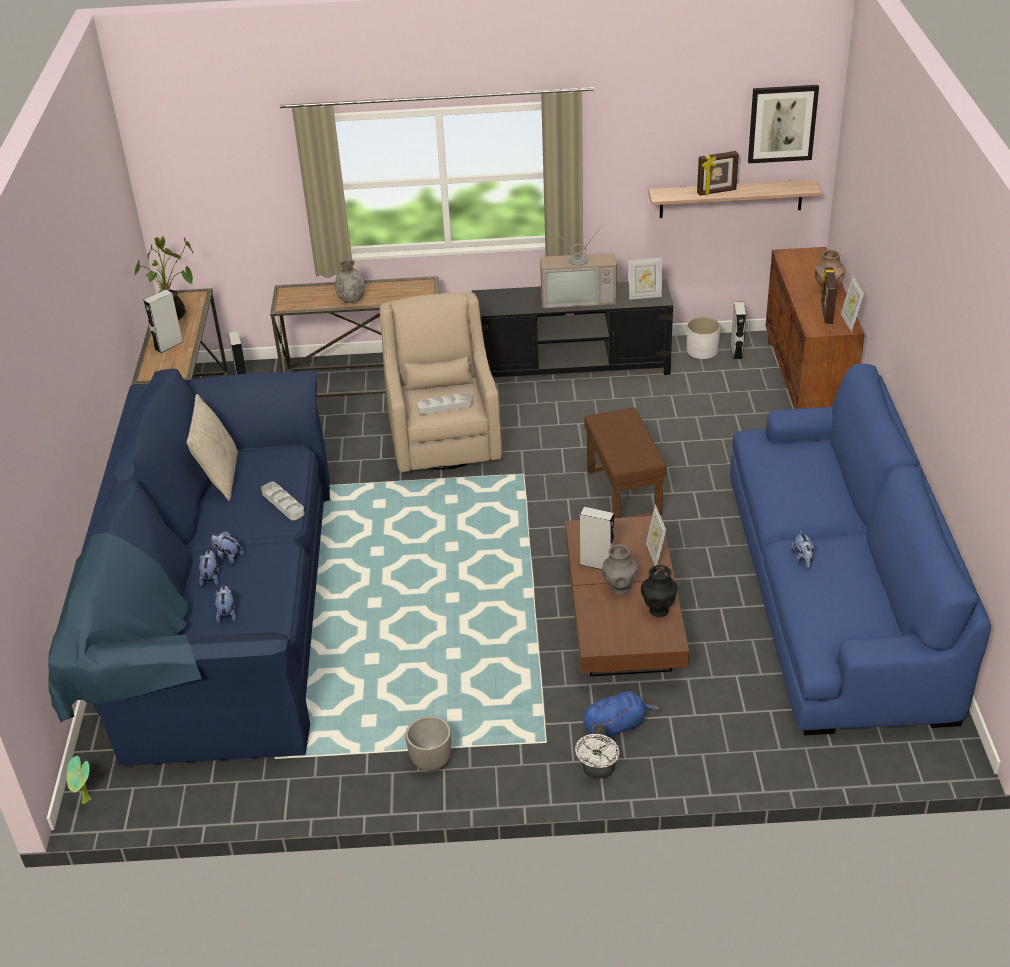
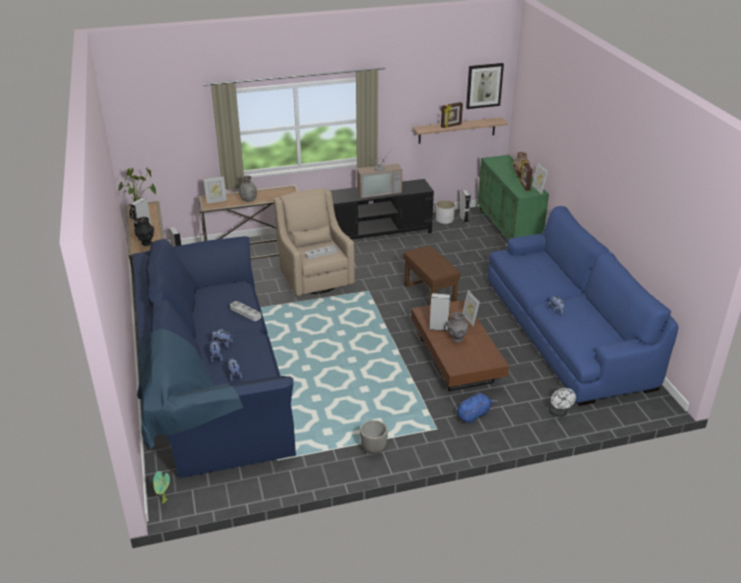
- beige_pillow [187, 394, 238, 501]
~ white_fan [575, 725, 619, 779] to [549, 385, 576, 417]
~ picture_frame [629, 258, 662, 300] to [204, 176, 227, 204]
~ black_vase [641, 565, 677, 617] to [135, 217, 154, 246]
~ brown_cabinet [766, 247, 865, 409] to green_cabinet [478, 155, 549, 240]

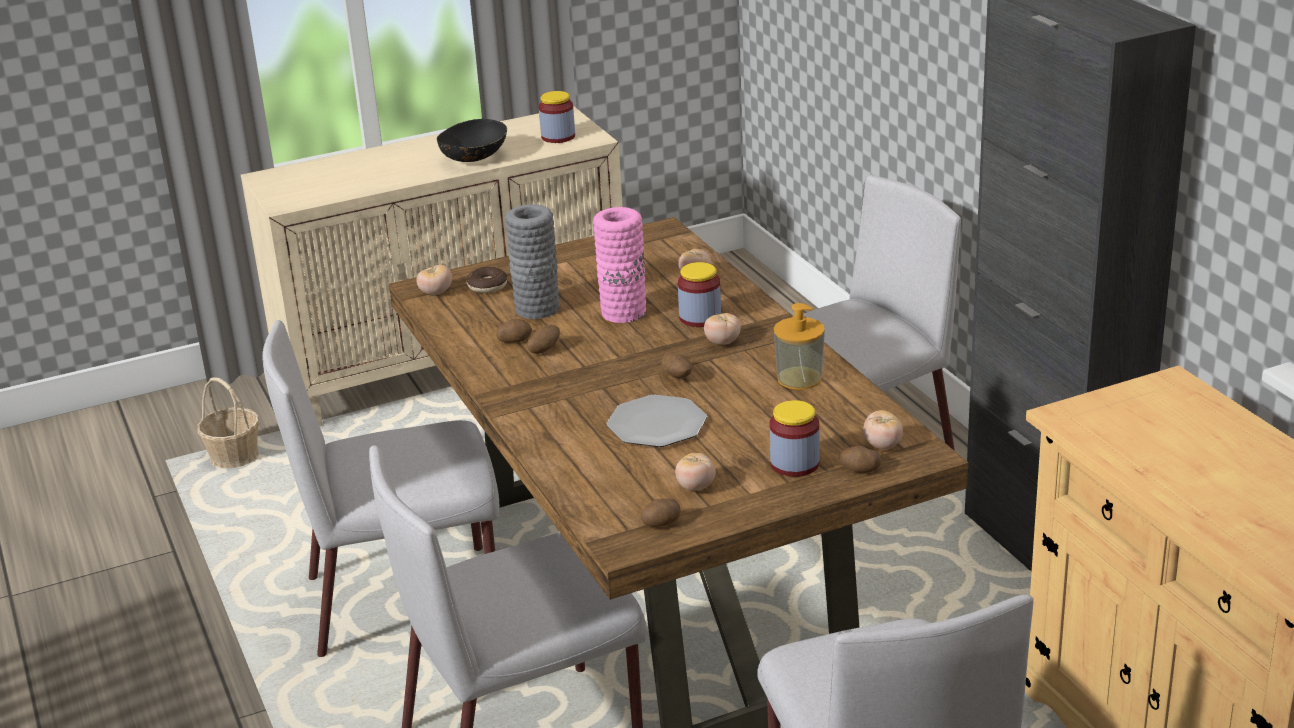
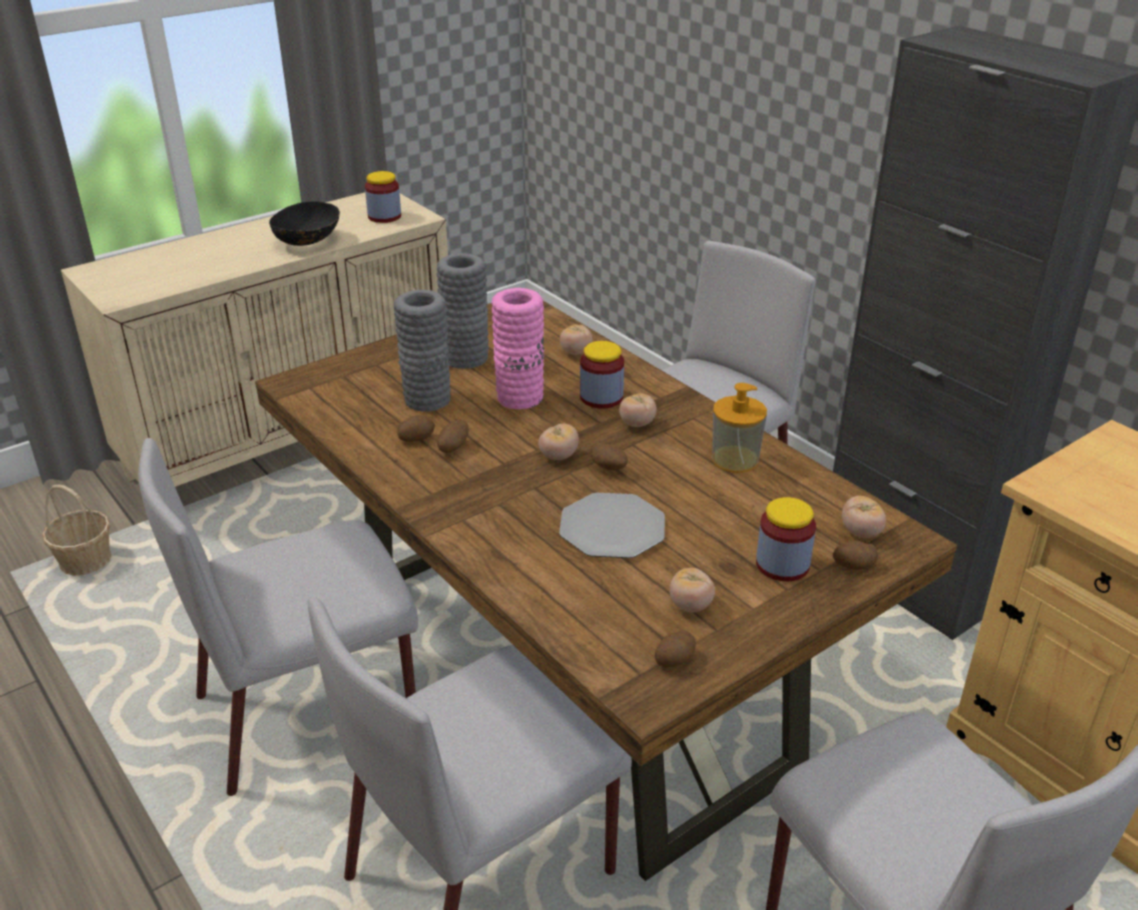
~ tomato [416, 265, 452, 295] to [539, 424, 579, 460]
- donut [467, 267, 507, 293]
+ grey_vase [436, 253, 489, 369]

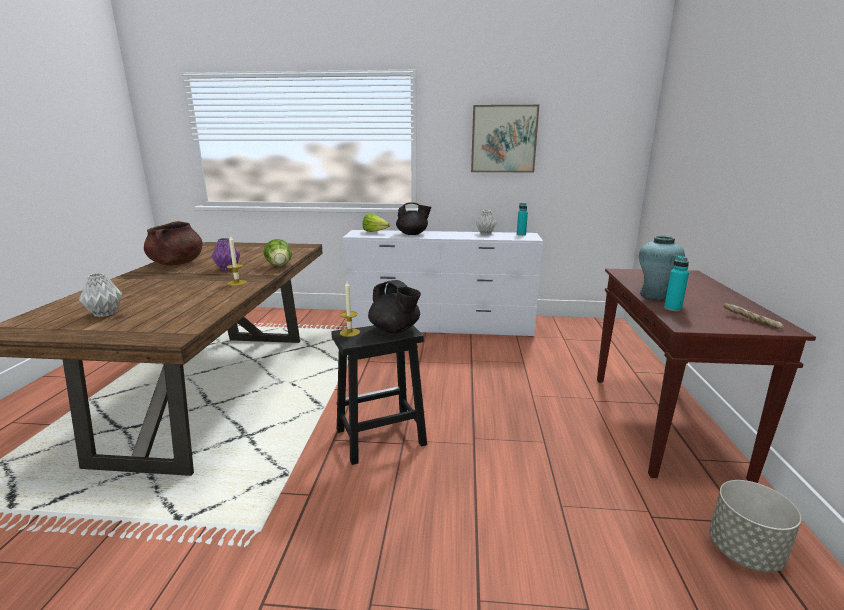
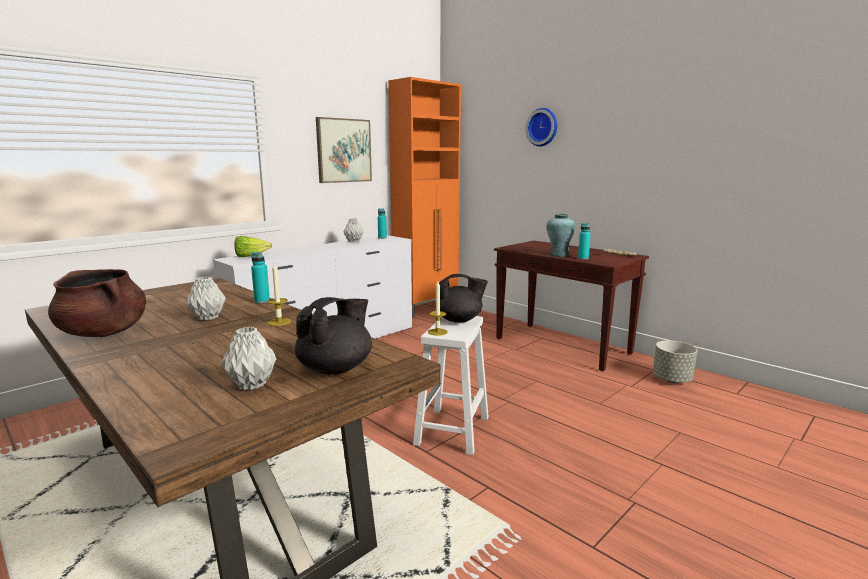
~ purple_vase [211, 238, 240, 270] to grey_vase [186, 277, 226, 320]
~ lettuce [264, 239, 292, 266] to turquoise_bottle [251, 252, 270, 303]
~ black_stool [331, 325, 427, 465] to white_stool [413, 316, 489, 455]
~ black_teapot [396, 202, 431, 235] to [295, 297, 372, 374]
+ orange_cabinet [388, 77, 461, 318]
+ wall_clock [525, 108, 557, 147]

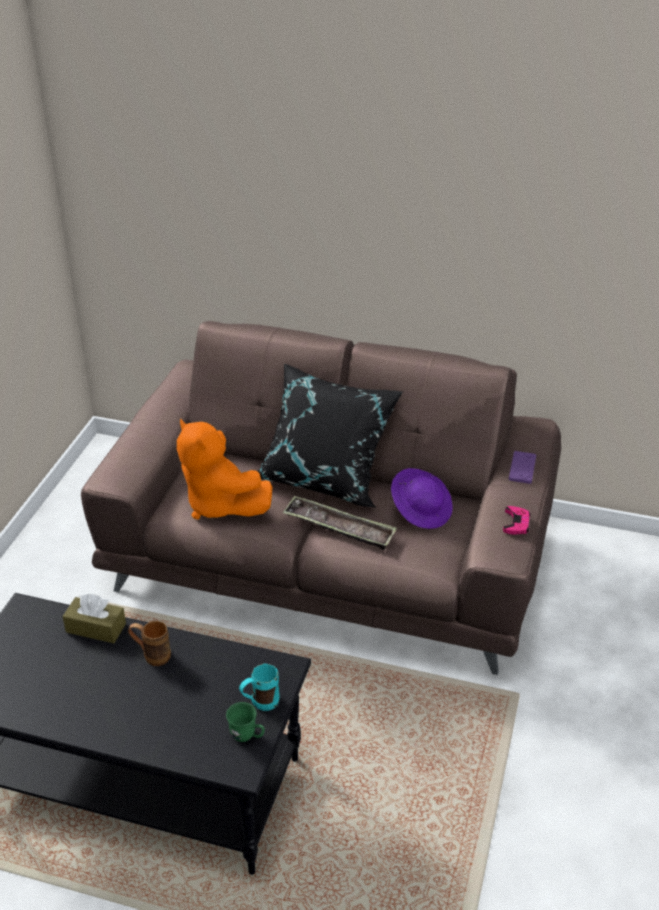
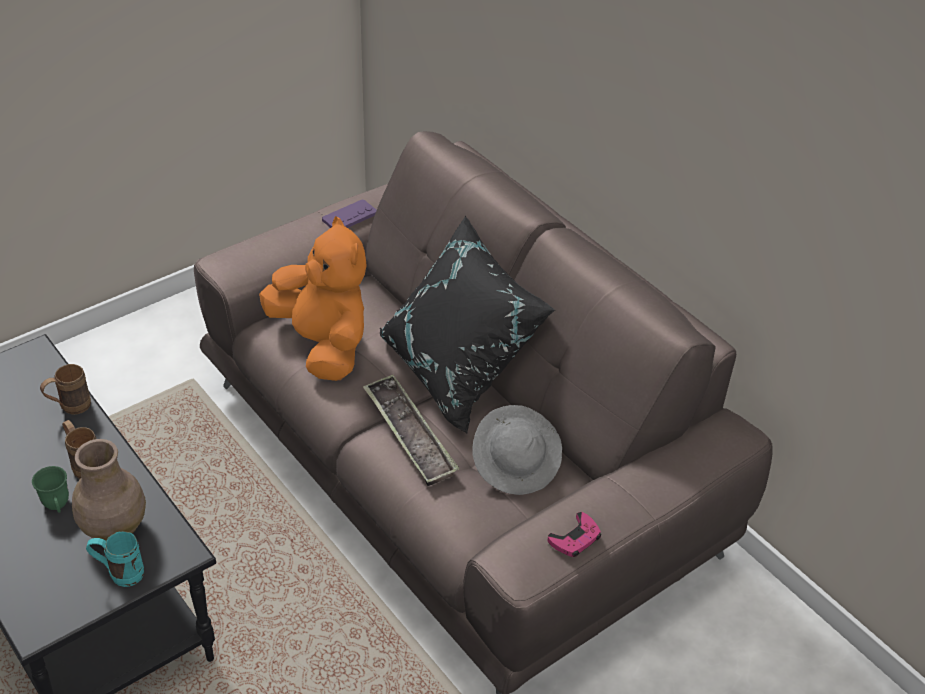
~ brown_tissue_box [62, 594, 126, 643] to brown_mug [40, 364, 91, 414]
~ orange_plush_toy [177, 418, 272, 520] = [259, 216, 367, 381] 150 degrees clockwise
~ green_mug [226, 702, 265, 742] to [32, 466, 69, 513]
~ purple_hat [391, 468, 453, 529] to grey_hat [473, 405, 562, 495]
~ purple_game_controller [509, 451, 536, 484] to [322, 200, 377, 228]
+ brown_vase [72, 439, 146, 541]

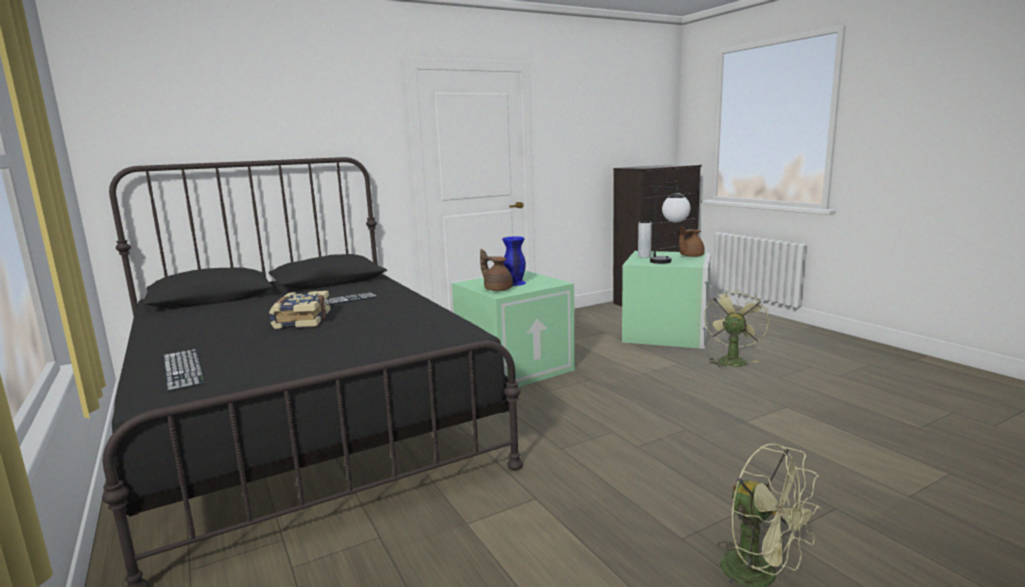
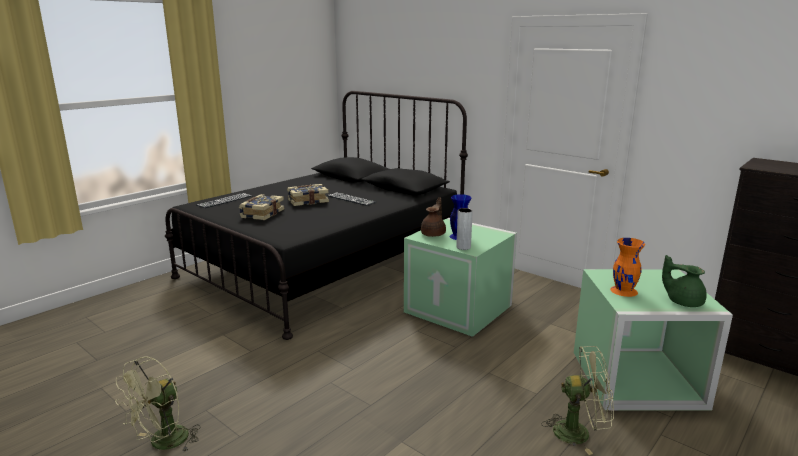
~ grey_vase [638, 221, 652, 258] to [456, 208, 473, 250]
~ table_lamp [649, 186, 690, 264] to orange_vase [610, 238, 645, 297]
~ brown_teapot [679, 226, 705, 257] to green_teapot [662, 255, 707, 307]
+ book [239, 194, 284, 220]

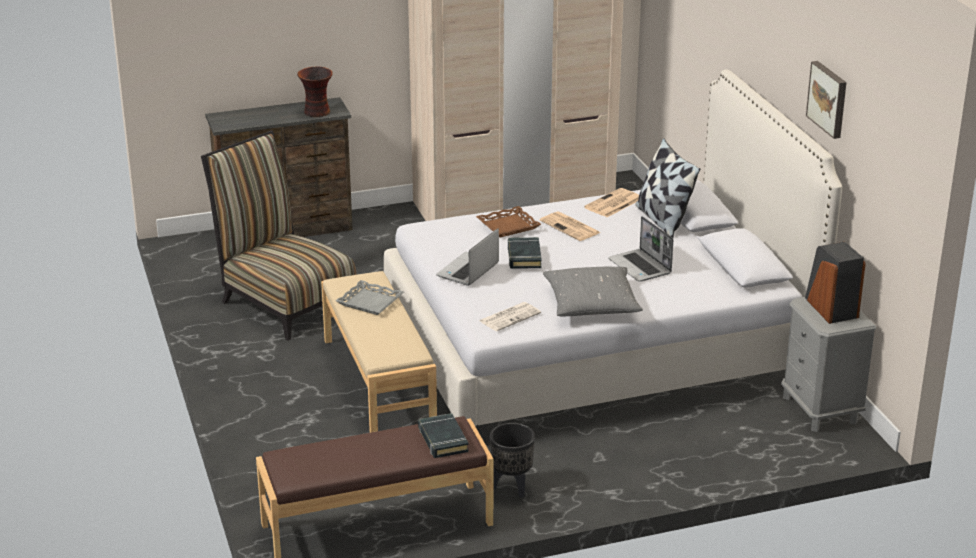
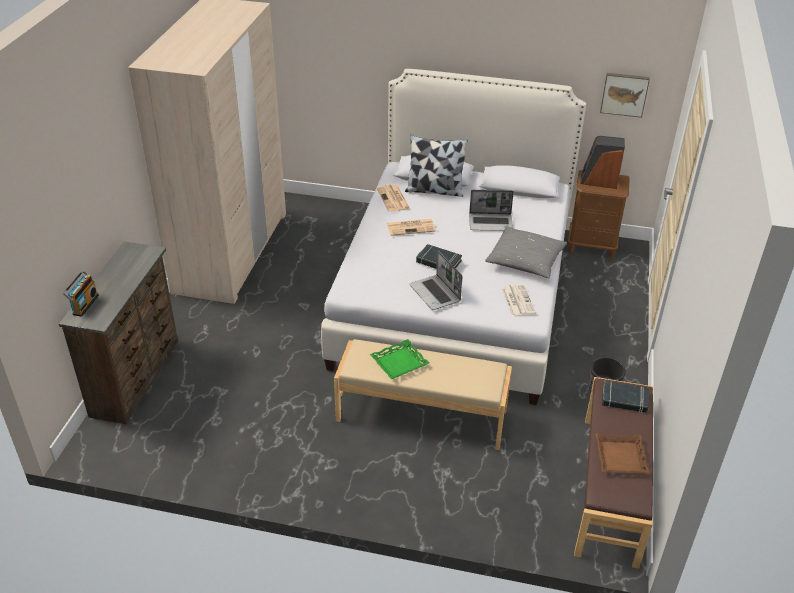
- chair [201, 130, 357, 341]
- vase [297, 66, 333, 117]
~ grey_tray [336, 280, 404, 315] to green_tray [370, 339, 430, 379]
~ brown_tray [476, 206, 541, 238] to [596, 433, 650, 474]
~ grey_nightstand [781, 297, 876, 432] to brown_nightstand [568, 170, 630, 258]
~ picture [806, 61, 846, 139] to [600, 73, 650, 118]
+ radio [63, 270, 99, 317]

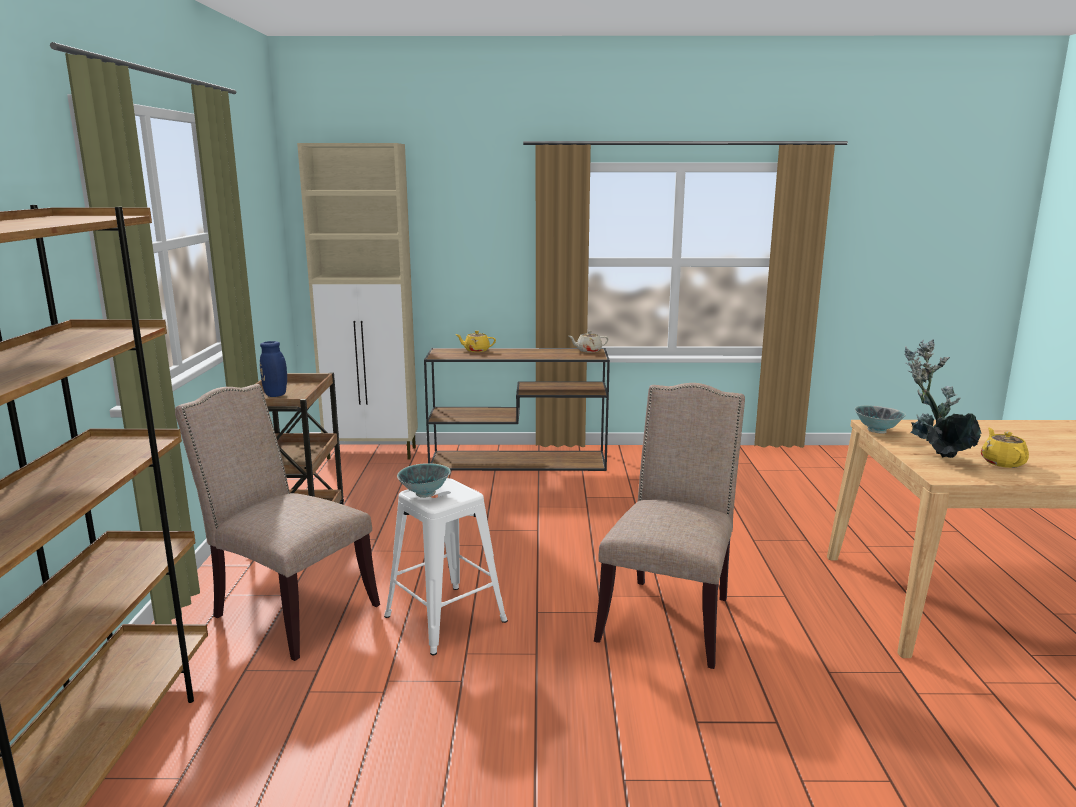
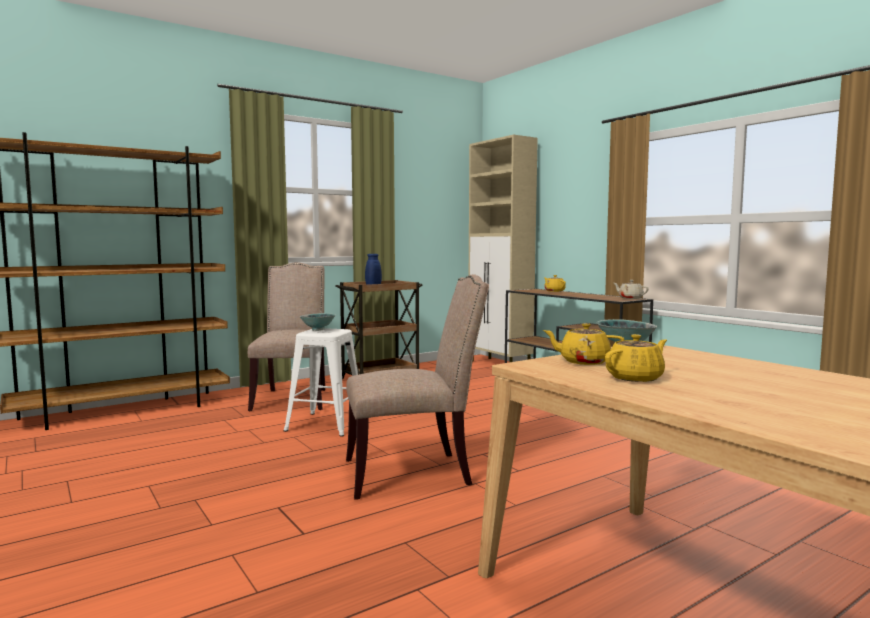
~ potted_plant [904, 339, 982, 458] to yellow_teapot [543, 323, 624, 365]

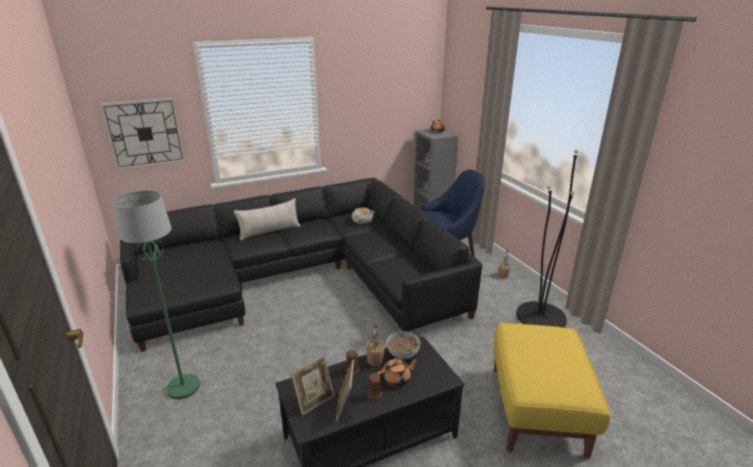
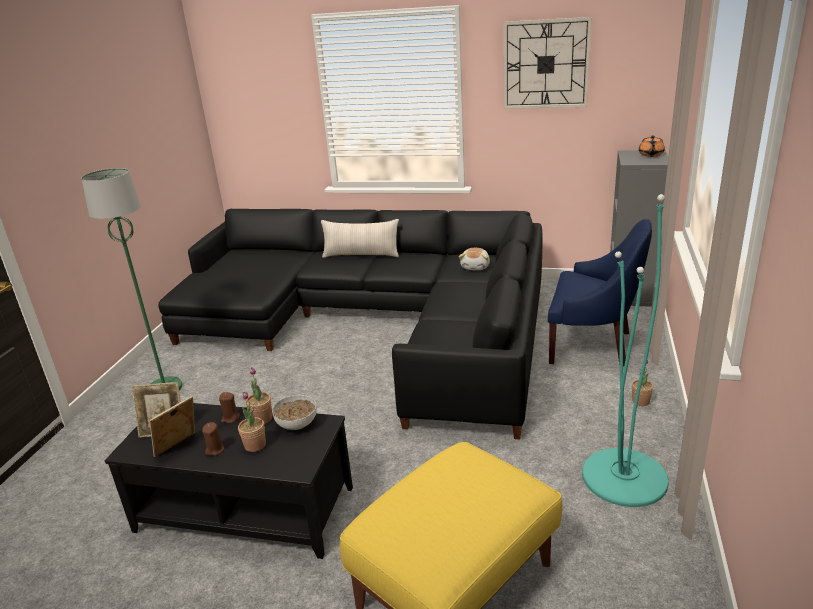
~ wall_clock [100, 98, 186, 170] to [504, 17, 592, 109]
~ orange_teapot [377, 358, 419, 387] to potted_plant [238, 392, 266, 452]
~ black_floor_lamp [516, 149, 578, 328] to turquoise_floor_lamp [582, 194, 669, 507]

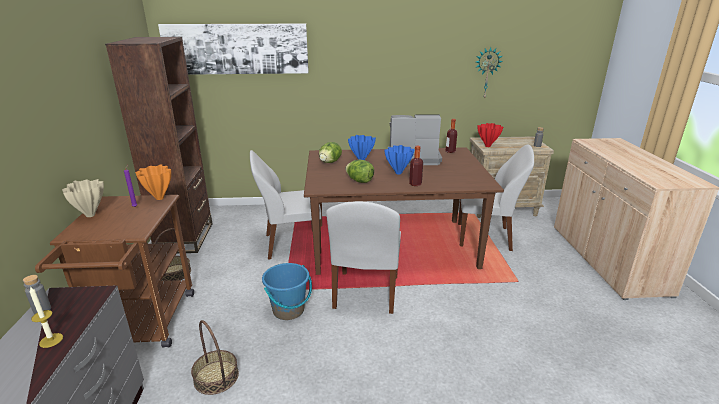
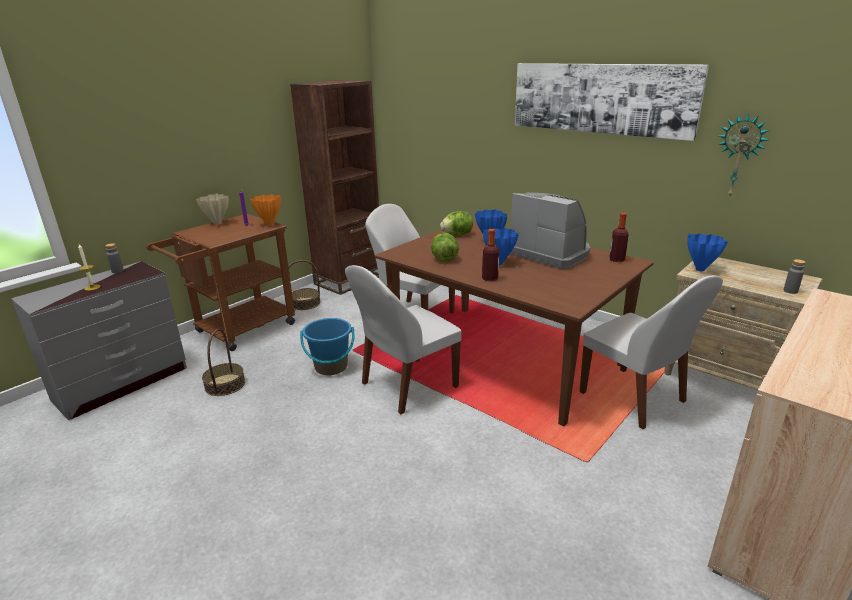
~ picture [158, 24, 309, 75] to [515, 63, 709, 141]
~ red_vase [477, 123, 503, 147] to blue_vase [687, 234, 728, 272]

